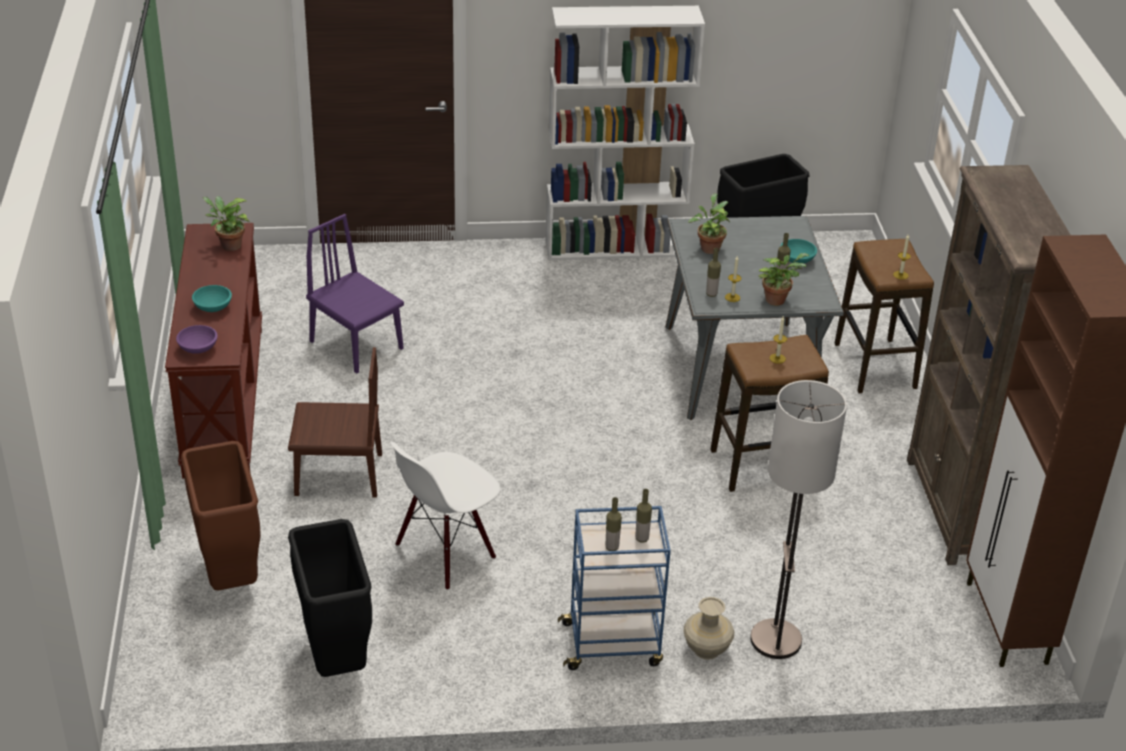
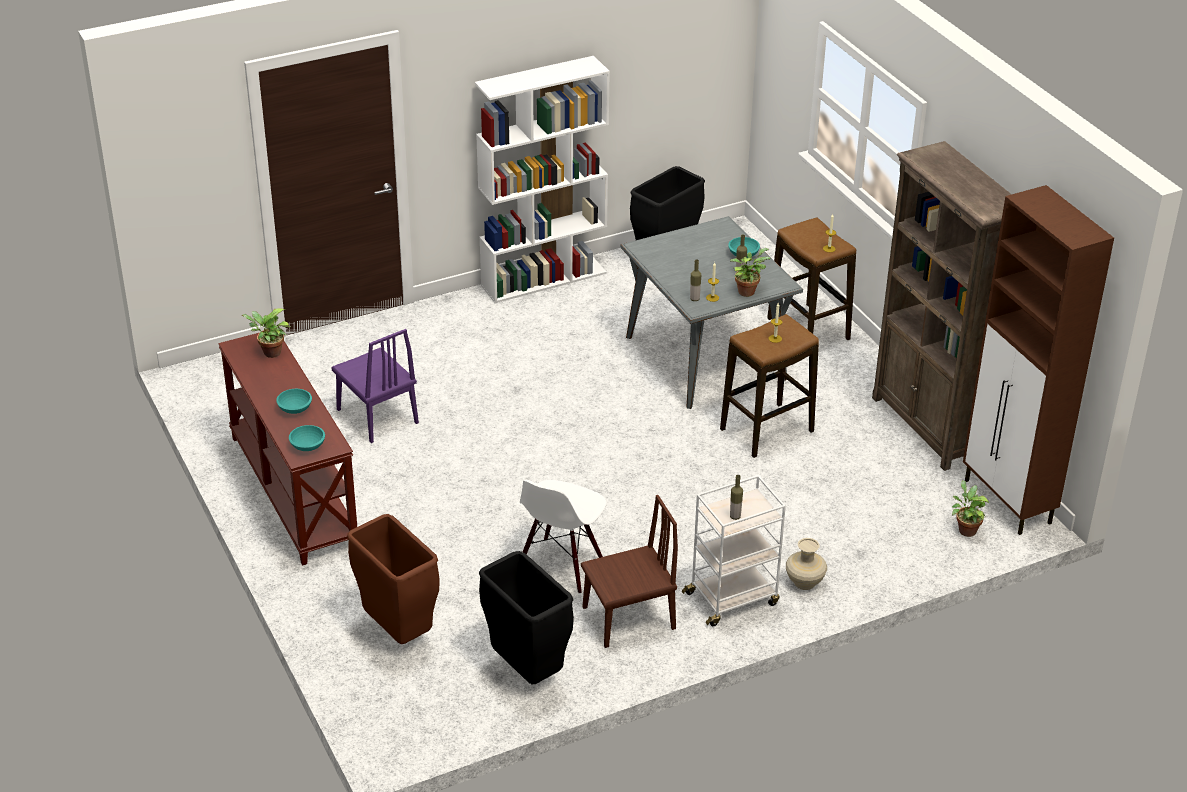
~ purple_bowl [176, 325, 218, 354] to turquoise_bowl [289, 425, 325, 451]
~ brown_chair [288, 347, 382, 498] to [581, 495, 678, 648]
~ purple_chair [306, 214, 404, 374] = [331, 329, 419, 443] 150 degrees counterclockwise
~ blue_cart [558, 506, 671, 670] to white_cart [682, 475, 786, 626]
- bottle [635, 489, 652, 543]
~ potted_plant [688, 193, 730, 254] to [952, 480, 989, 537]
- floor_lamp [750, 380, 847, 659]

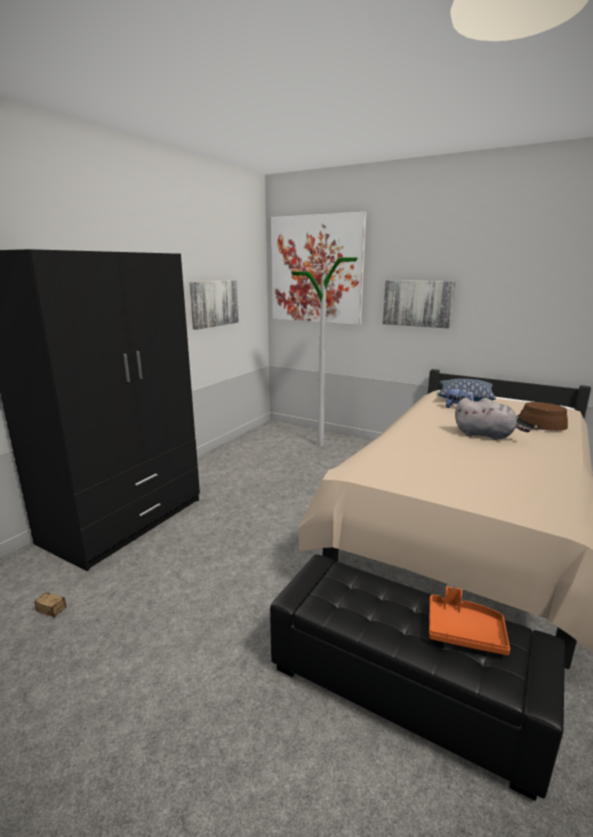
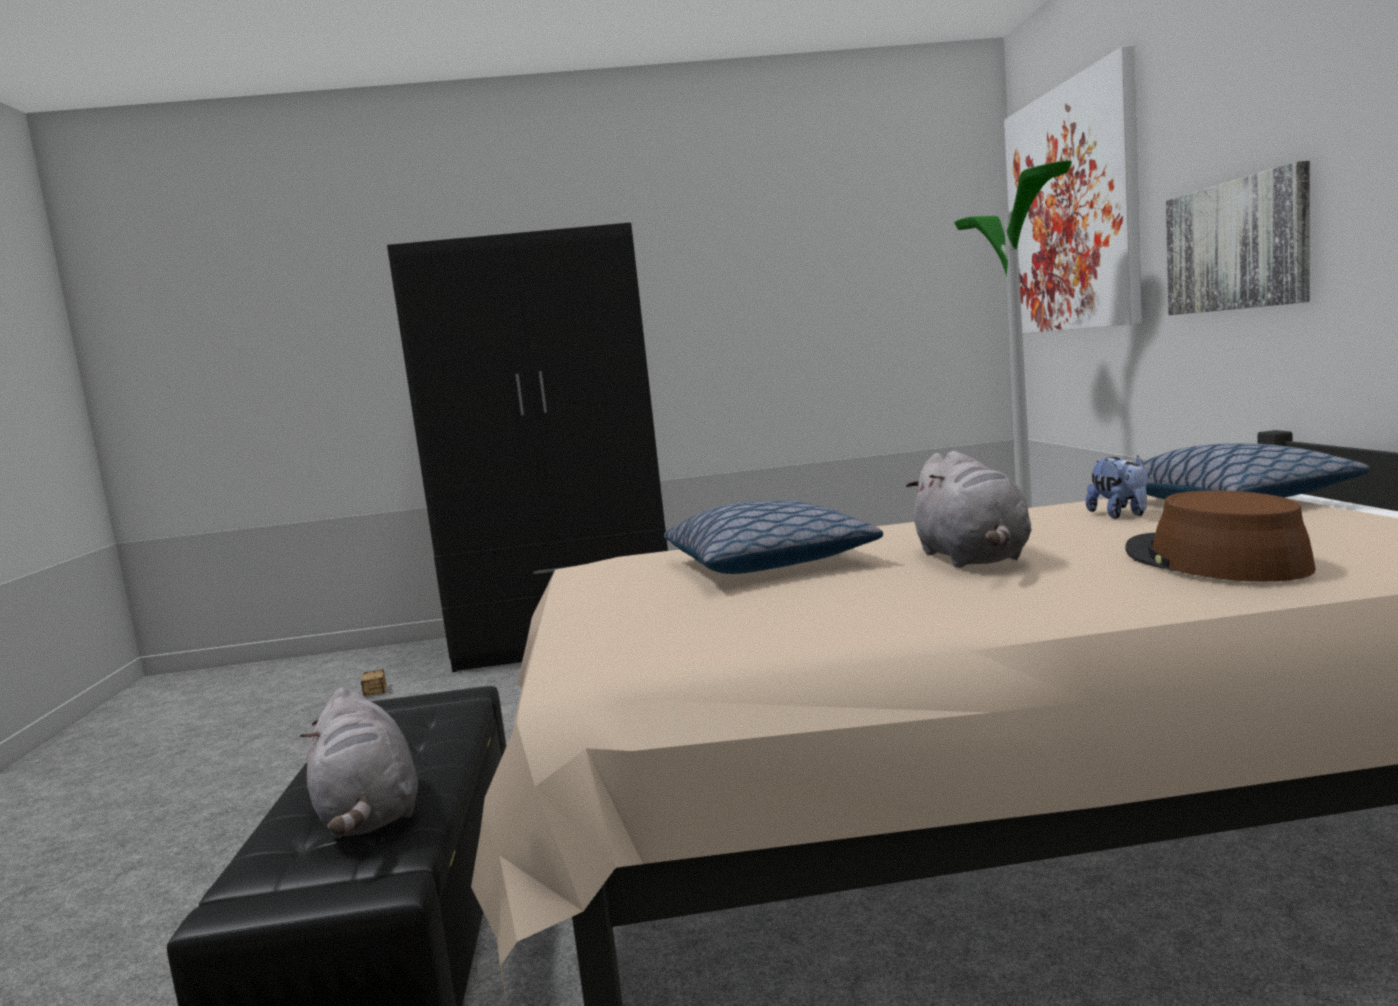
- picture [189, 280, 239, 330]
~ orange_tray [429, 586, 510, 655] to grey_plush_toy [300, 688, 418, 838]
+ pillow [664, 500, 883, 574]

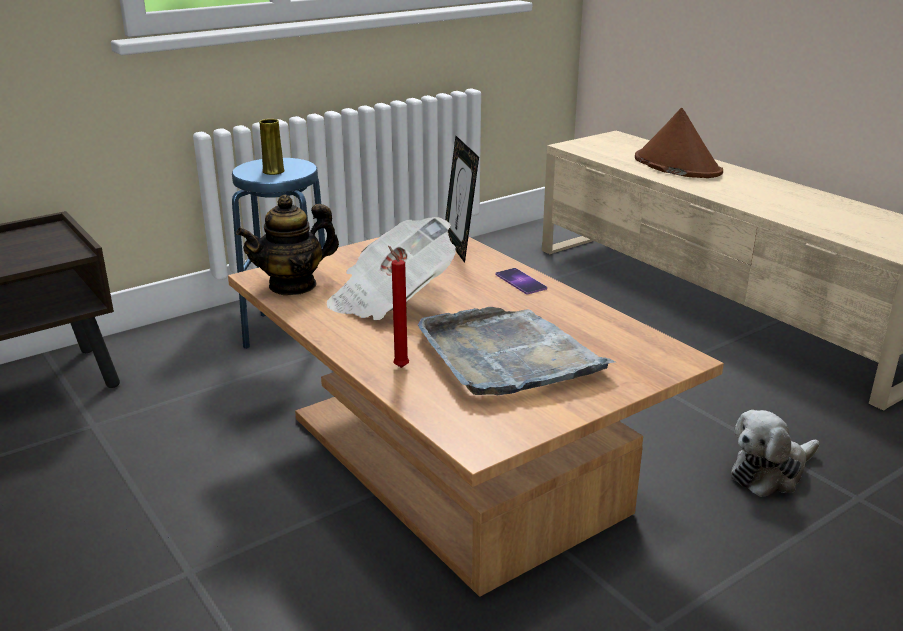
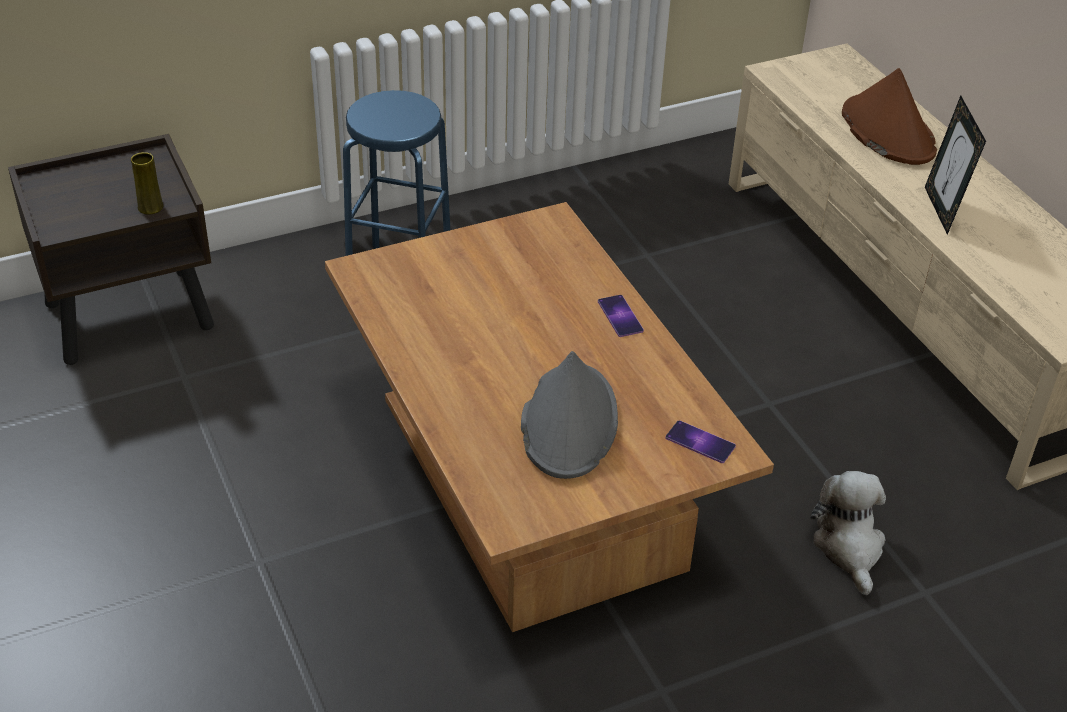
- teapot [236, 195, 339, 296]
~ yellow_vase [259, 119, 285, 175] to [131, 152, 164, 215]
- newspaper [326, 217, 456, 320]
- red_candle [388, 246, 409, 368]
~ grey_tray [418, 307, 615, 395] to grey_hat [521, 351, 618, 479]
~ picture_frame [445, 136, 479, 263] to [925, 96, 986, 235]
~ plush_toy [731, 410, 820, 497] = [810, 471, 886, 595] 105 degrees clockwise
+ phone [665, 420, 736, 463]

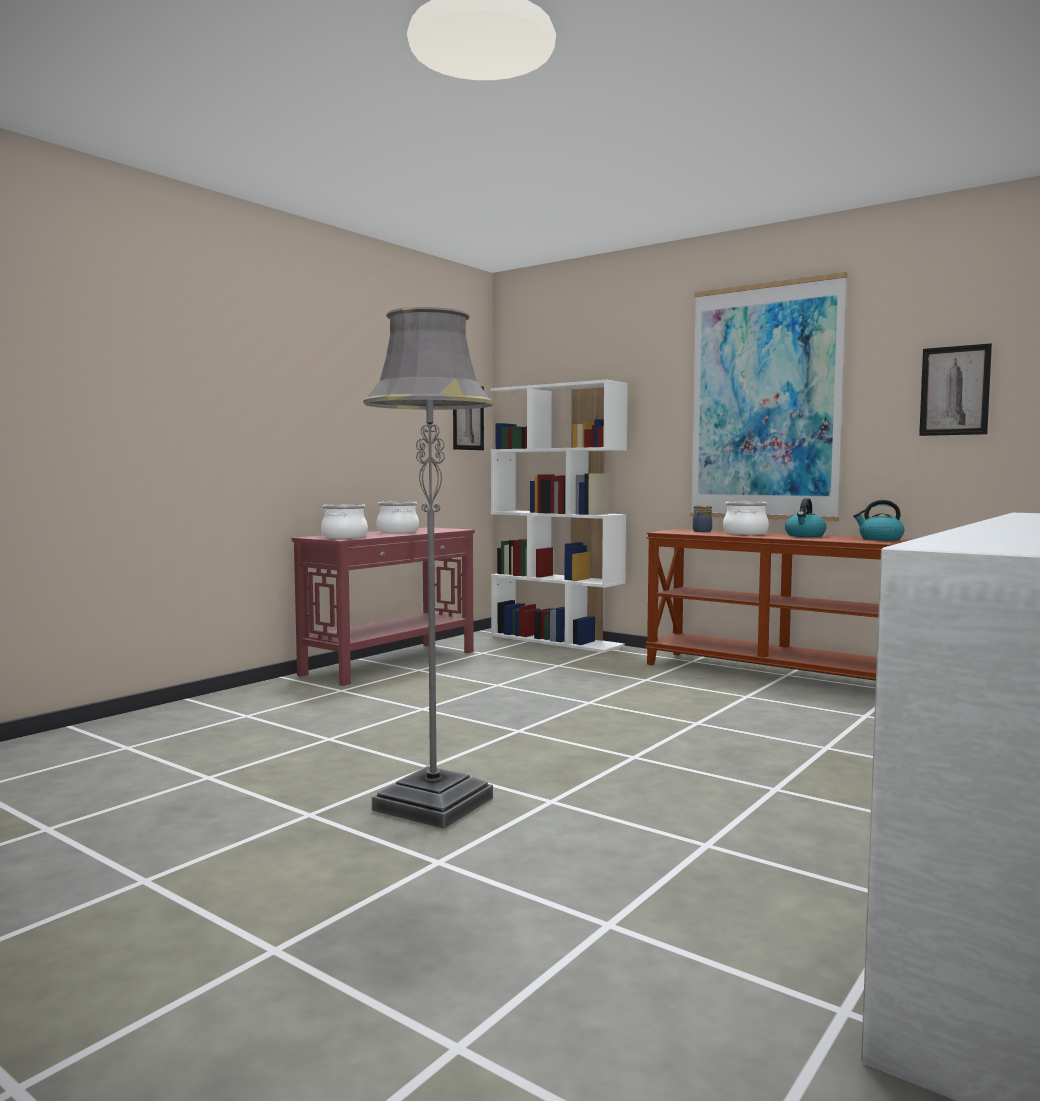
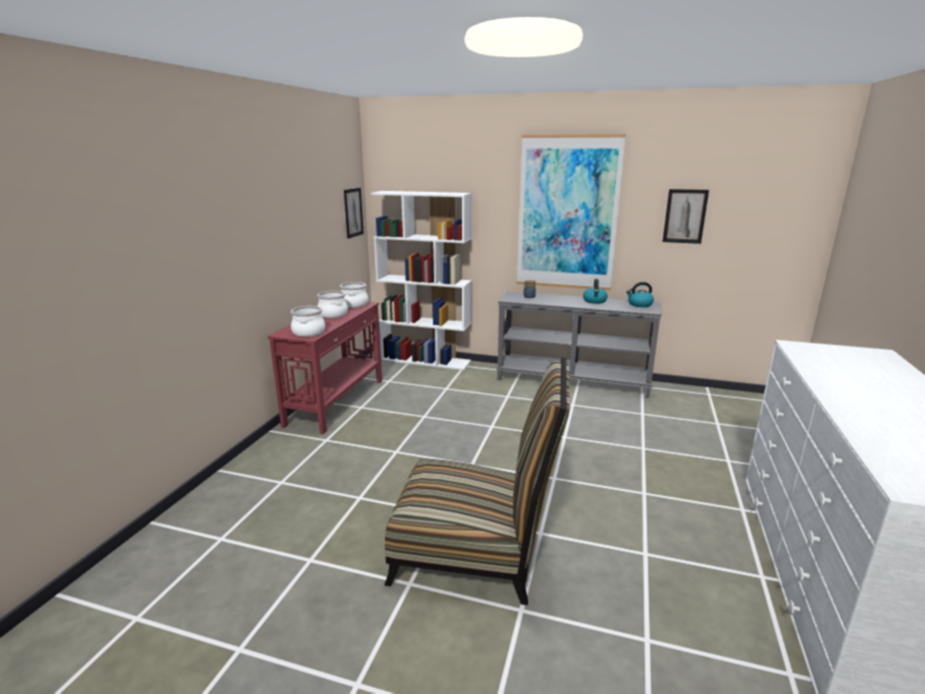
~ grey_floor_lamp [364, 307, 493, 829] to chair [385, 357, 570, 605]
~ brown_console_table [645, 529, 913, 680] to grey_console_table [496, 291, 662, 398]
~ cooking_pot [723, 501, 769, 535] to [340, 282, 368, 308]

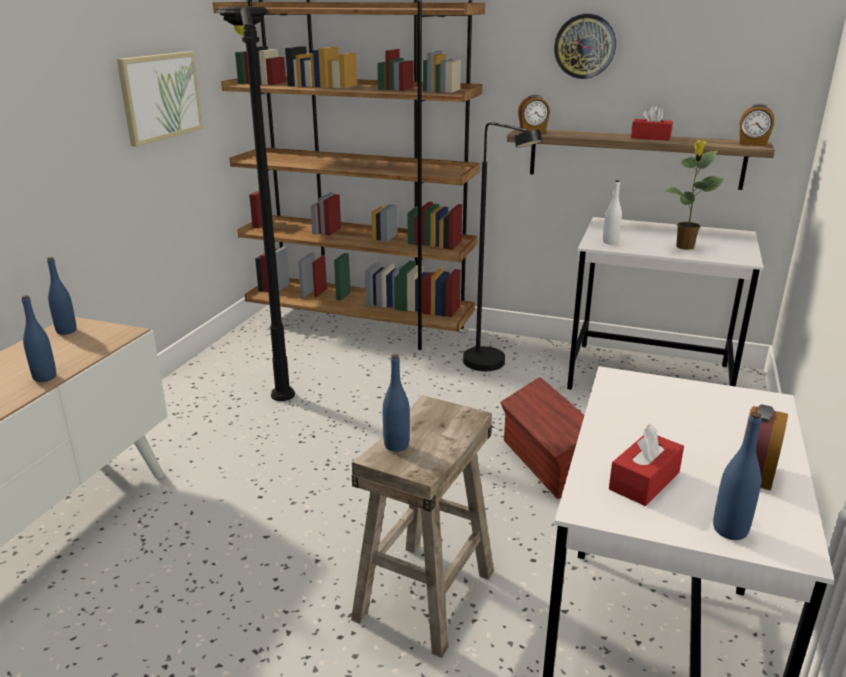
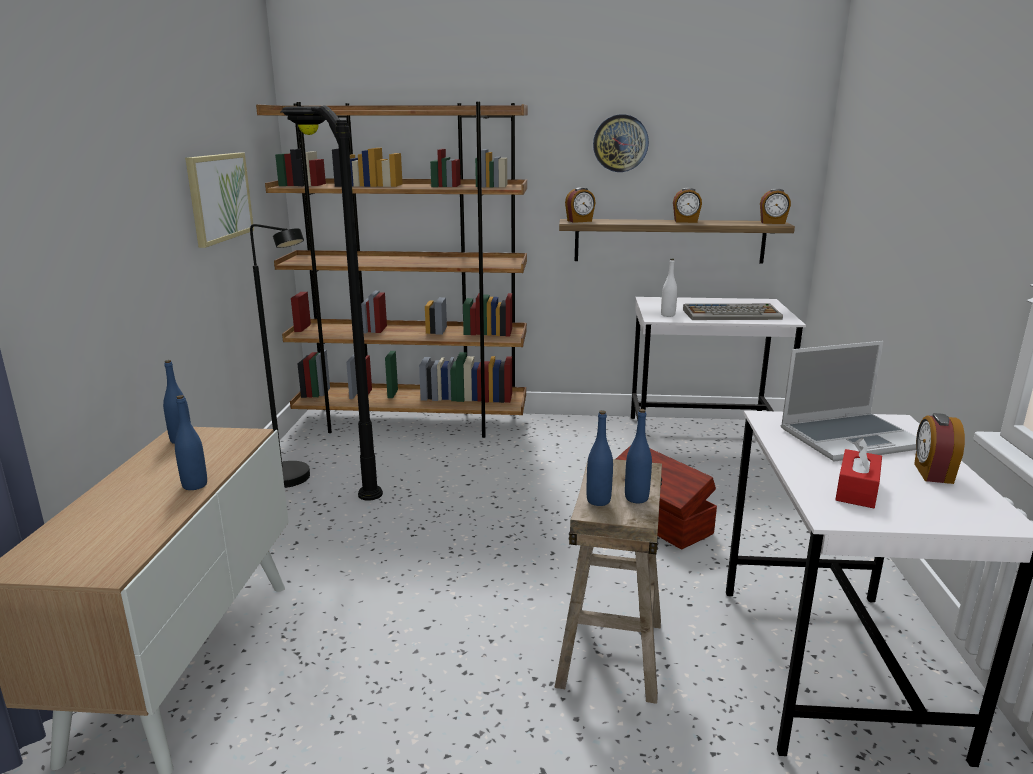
~ black_floor_lamp [463, 122, 542, 371] to [250, 224, 310, 488]
~ red_tissue_box [631, 105, 673, 141] to alarm_clock [673, 187, 702, 223]
~ potted_plant [665, 140, 724, 250] to keyboard [683, 304, 783, 320]
~ blue_bottle [713, 412, 762, 540] to [625, 409, 652, 503]
+ laptop [781, 341, 917, 462]

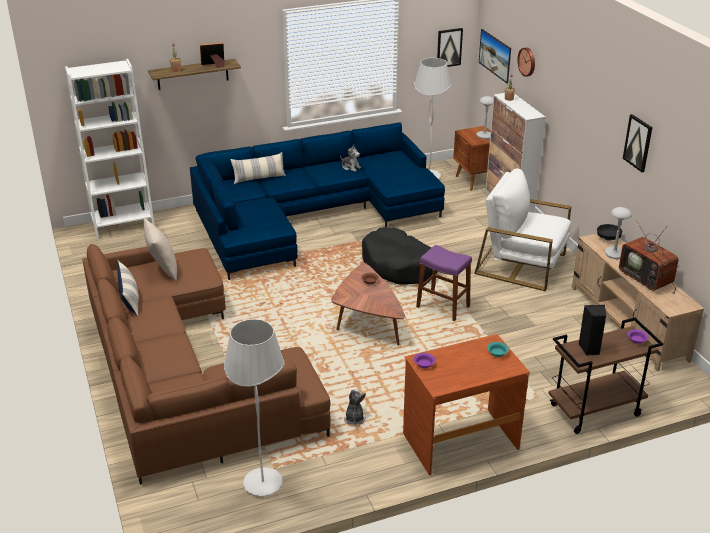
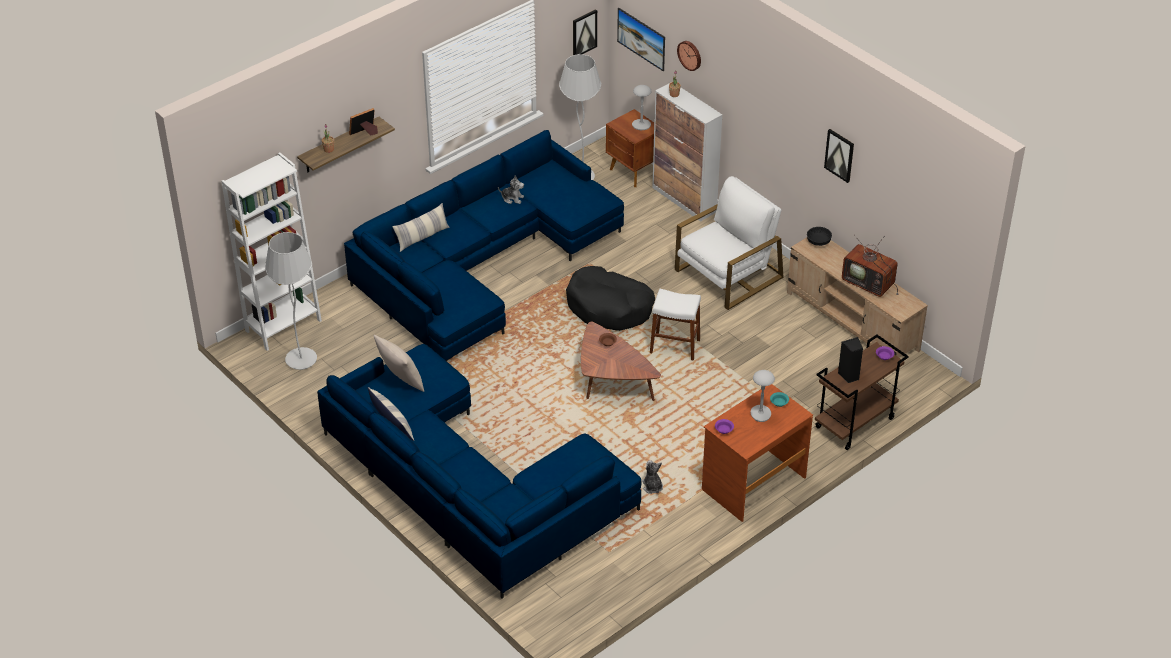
~ brown_sofa [82, 244, 331, 485] to blue_sofa [317, 344, 642, 598]
~ white_floor_lamp [224, 319, 285, 497] to [265, 232, 317, 370]
~ purple_stool [416, 245, 472, 321] to white_stool [650, 289, 701, 361]
~ white_armchair [474, 168, 572, 291] = [675, 176, 784, 310] 135 degrees clockwise
~ grey_table_lamp [605, 207, 632, 259] to [751, 370, 775, 422]

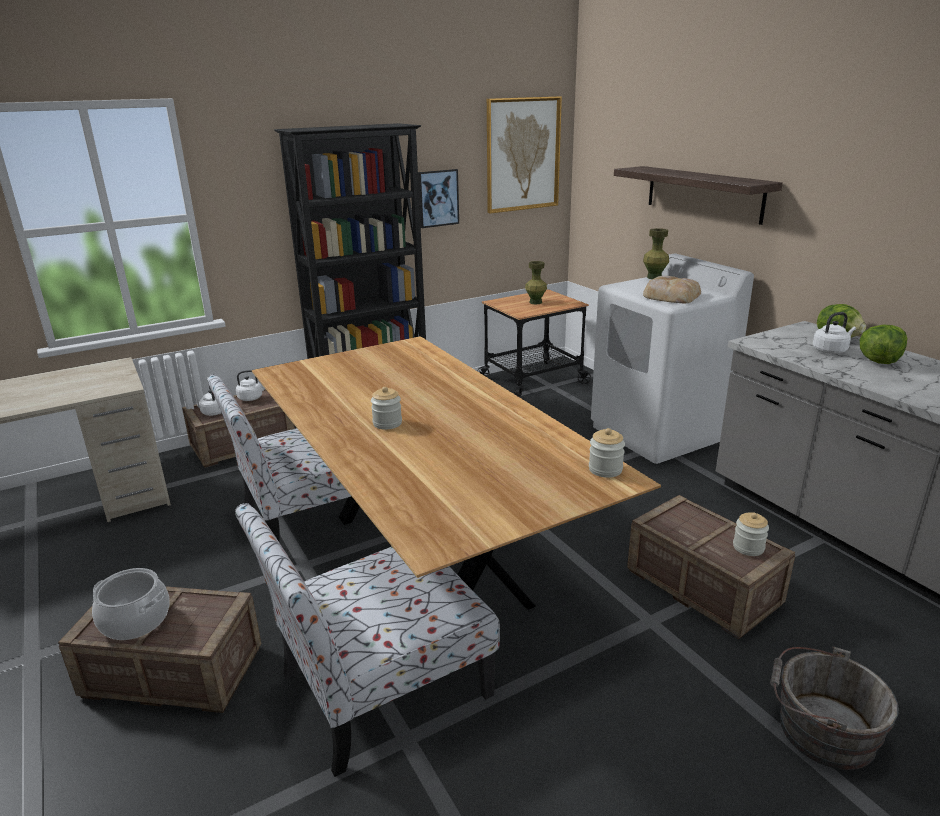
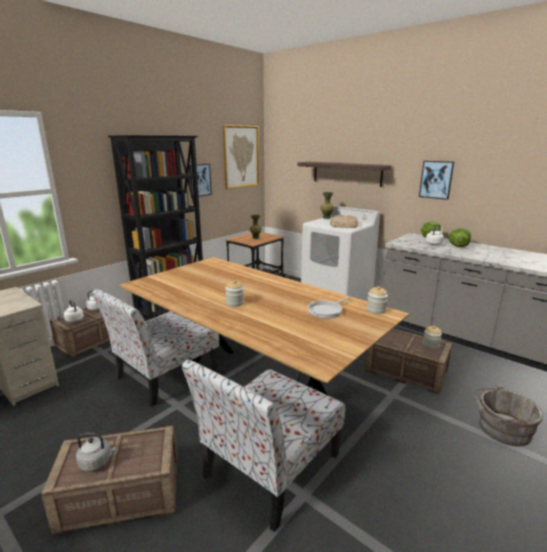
~ cooking_pot [92, 568, 170, 640] to grey_kettle [76, 432, 117, 471]
+ frying_pan [308, 297, 351, 319]
+ picture [419, 161, 454, 200]

